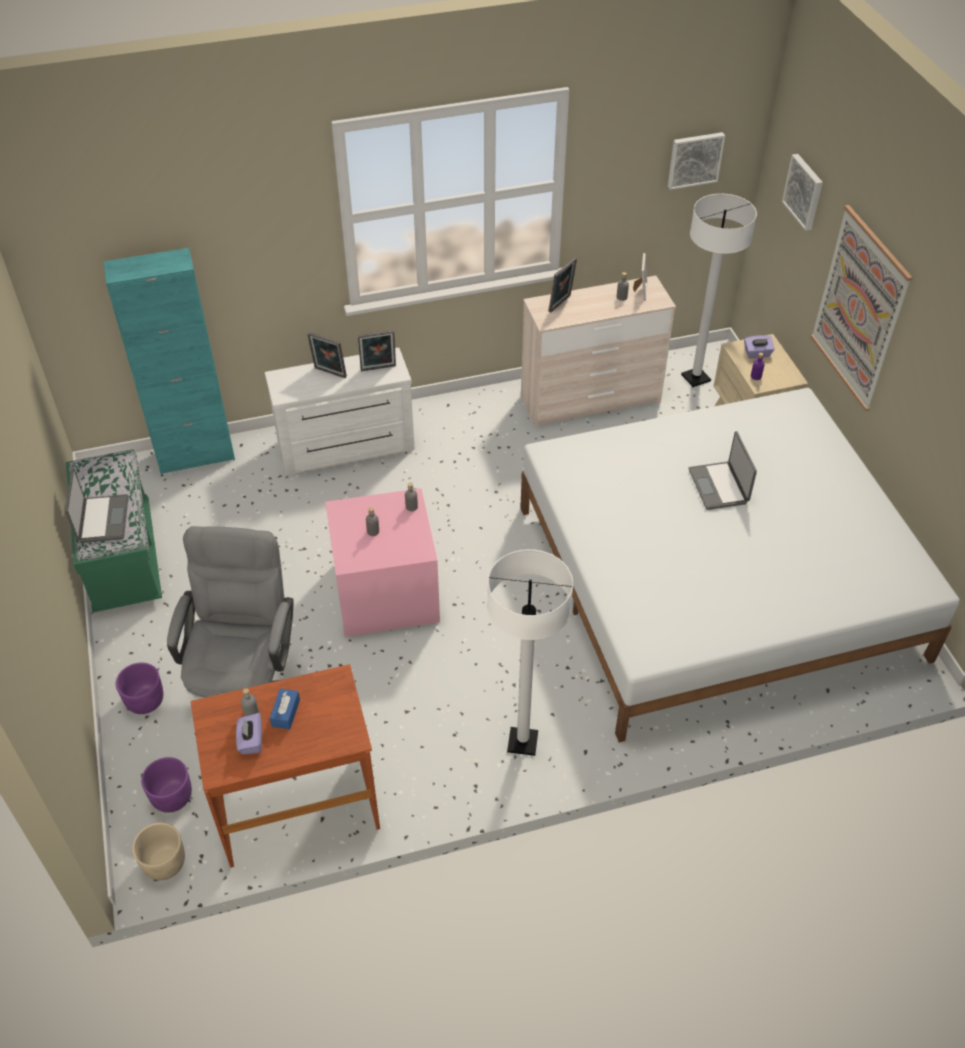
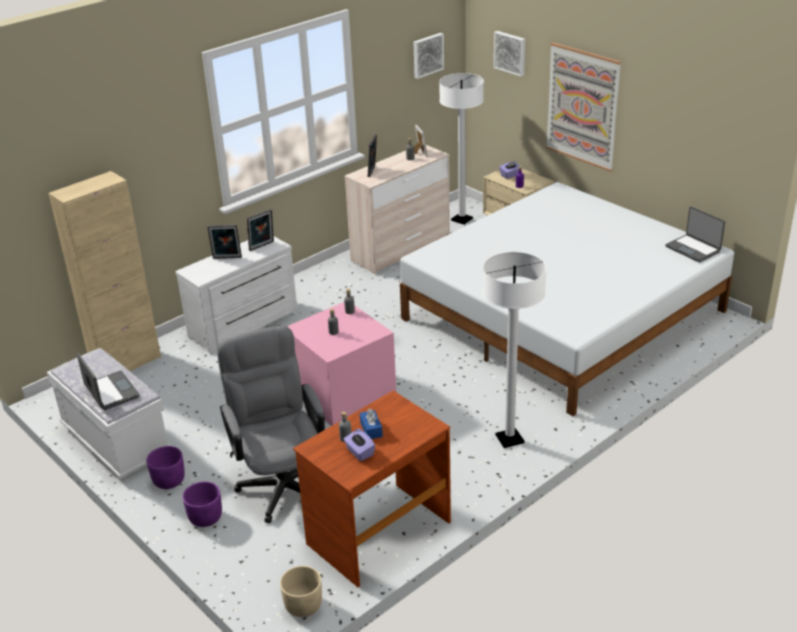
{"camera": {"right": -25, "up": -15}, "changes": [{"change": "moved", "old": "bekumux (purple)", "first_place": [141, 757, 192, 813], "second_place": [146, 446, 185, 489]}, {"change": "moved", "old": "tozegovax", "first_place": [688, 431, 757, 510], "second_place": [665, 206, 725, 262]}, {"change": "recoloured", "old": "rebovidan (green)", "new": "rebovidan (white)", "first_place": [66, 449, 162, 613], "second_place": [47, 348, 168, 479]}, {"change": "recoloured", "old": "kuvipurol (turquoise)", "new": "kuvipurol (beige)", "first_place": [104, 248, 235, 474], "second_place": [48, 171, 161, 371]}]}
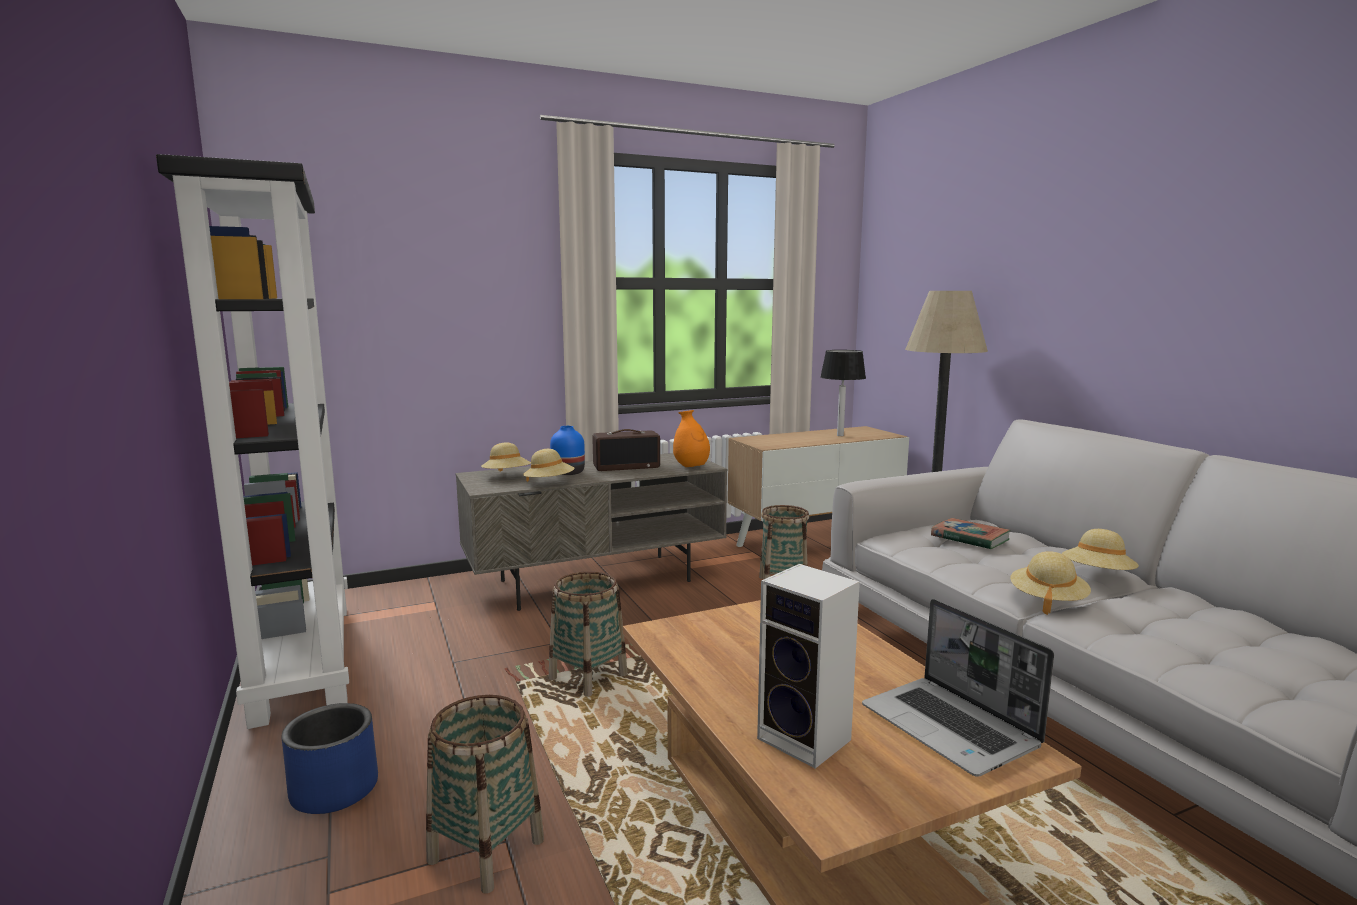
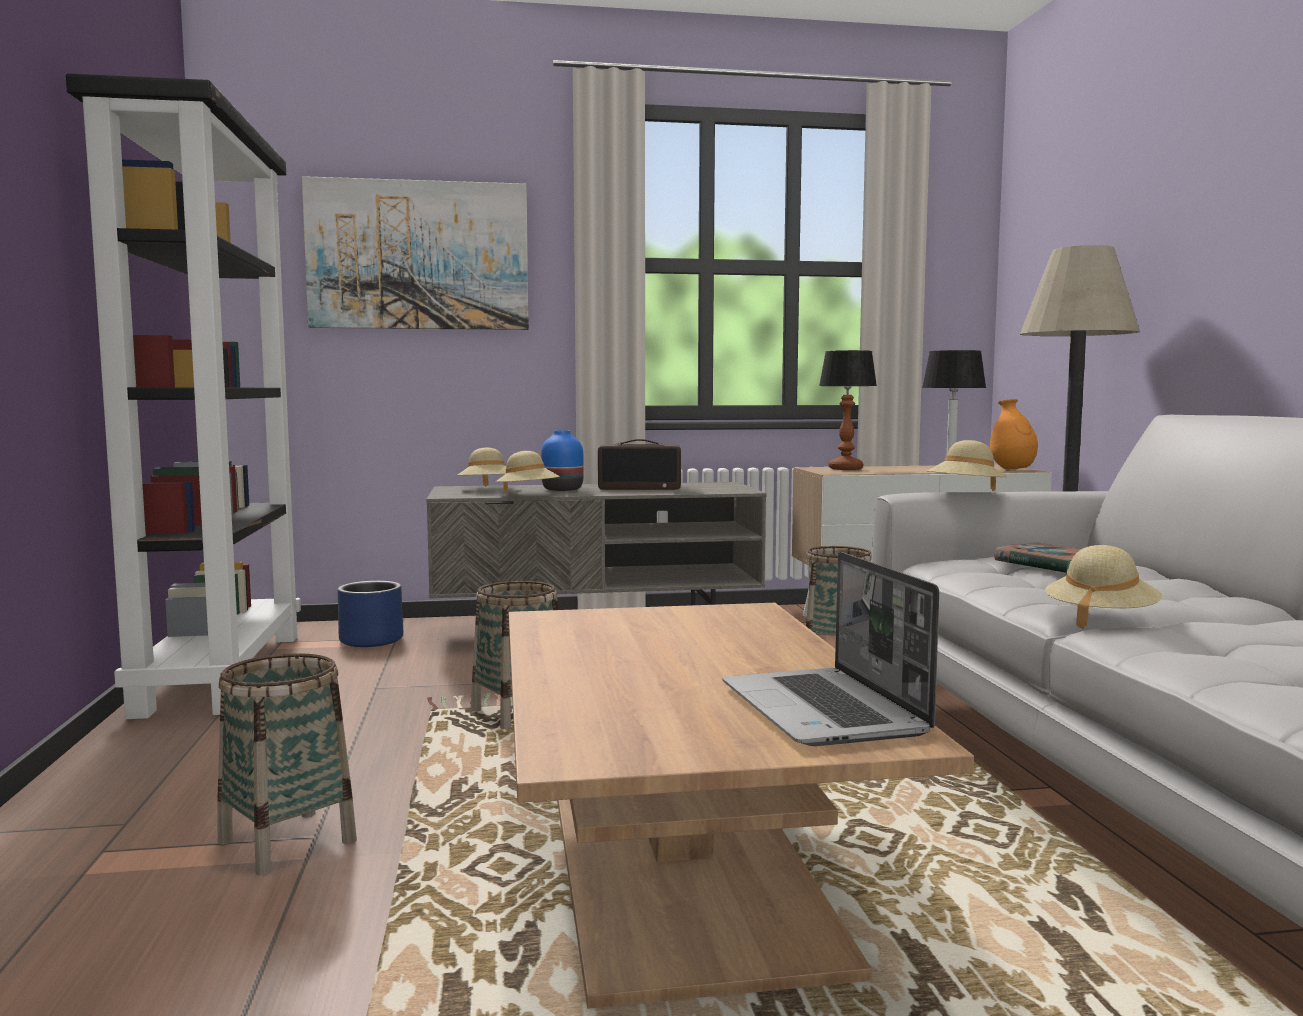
{"camera": {"right": 15, "up": -5}, "changes": [{"change": "removed", "old": "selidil", "first_place": [757, 564, 860, 769]}, {"change": "added", "new": "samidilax", "second_place": [302, 176, 529, 330]}, {"change": "added", "new": "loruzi", "second_place": [819, 350, 877, 470]}, {"change": "moved", "old": "bekumux (blue)", "first_place": [282, 703, 378, 814], "second_place": [337, 581, 403, 647]}, {"change": "moved", "old": "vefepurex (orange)", "first_place": [673, 410, 710, 467], "second_place": [990, 399, 1038, 470]}, {"change": "moved", "old": "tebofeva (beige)", "first_place": [1062, 529, 1139, 570], "second_place": [927, 440, 1007, 491]}]}
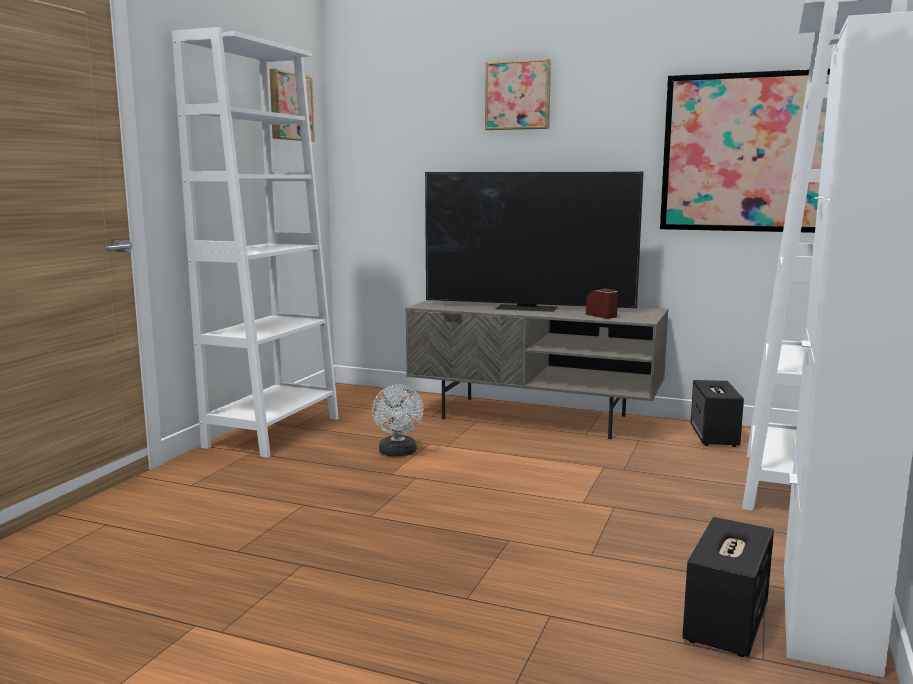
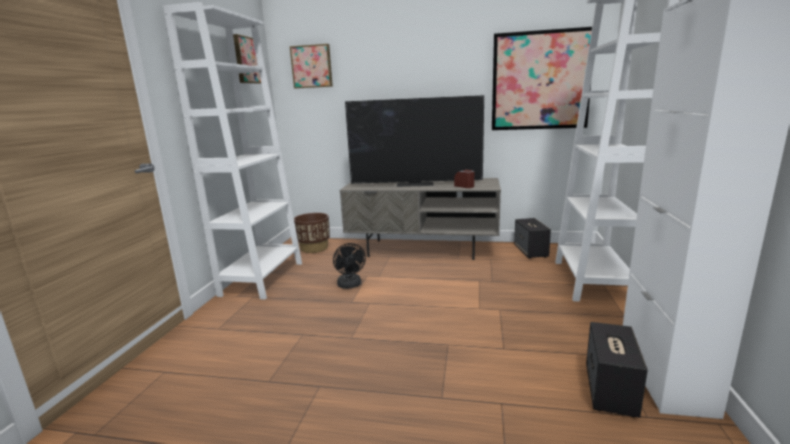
{"camera": {"right": -10, "up": 5}, "changes": [{"change": "added", "new": "bekumux (brown)", "second_place": [294, 213, 330, 253]}, {"change": "moved", "old": "samidilax", "first_place": [485, 59, 551, 130], "second_place": [290, 44, 333, 88]}, {"change": "recoloured", "old": "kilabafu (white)", "new": "kilabafu (black)", "first_place": [372, 384, 424, 456], "second_place": [333, 243, 366, 289]}]}
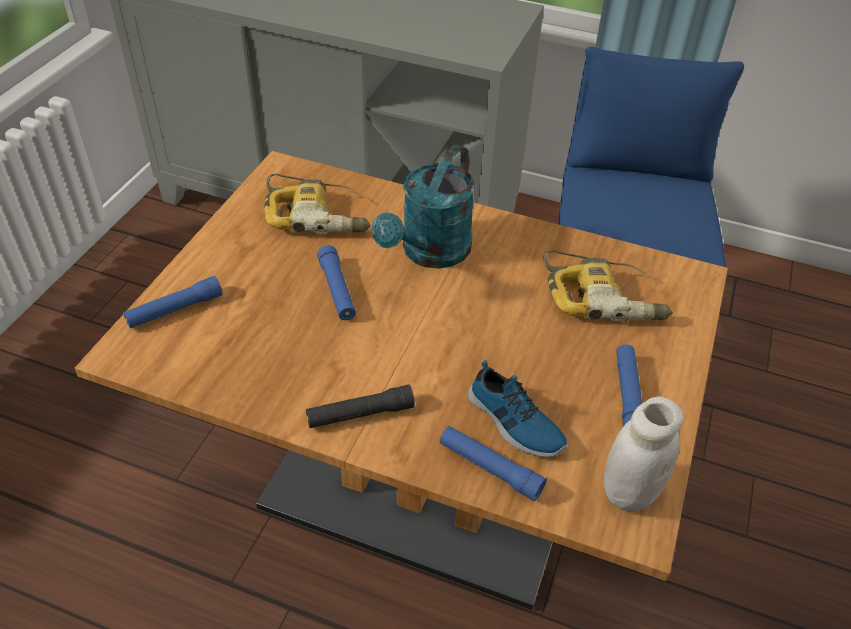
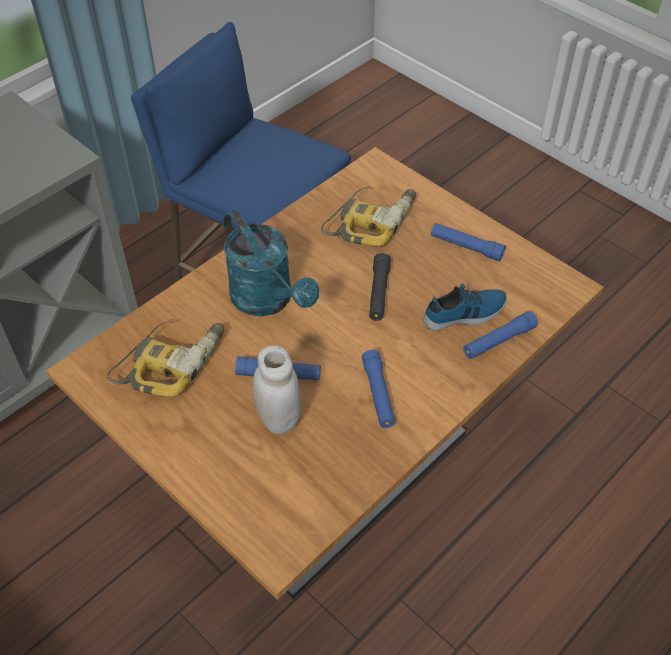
{"camera": {"right": -65, "up": 5}, "changes": [{"change": "moved", "old": "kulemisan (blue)", "first_place": [123, 276, 223, 328], "second_place": [362, 350, 395, 428]}, {"change": "moved", "old": "kulemisan (black)", "first_place": [306, 385, 415, 428], "second_place": [369, 253, 391, 321]}, {"change": "moved", "old": "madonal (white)", "first_place": [604, 397, 684, 511], "second_place": [253, 345, 302, 434]}]}
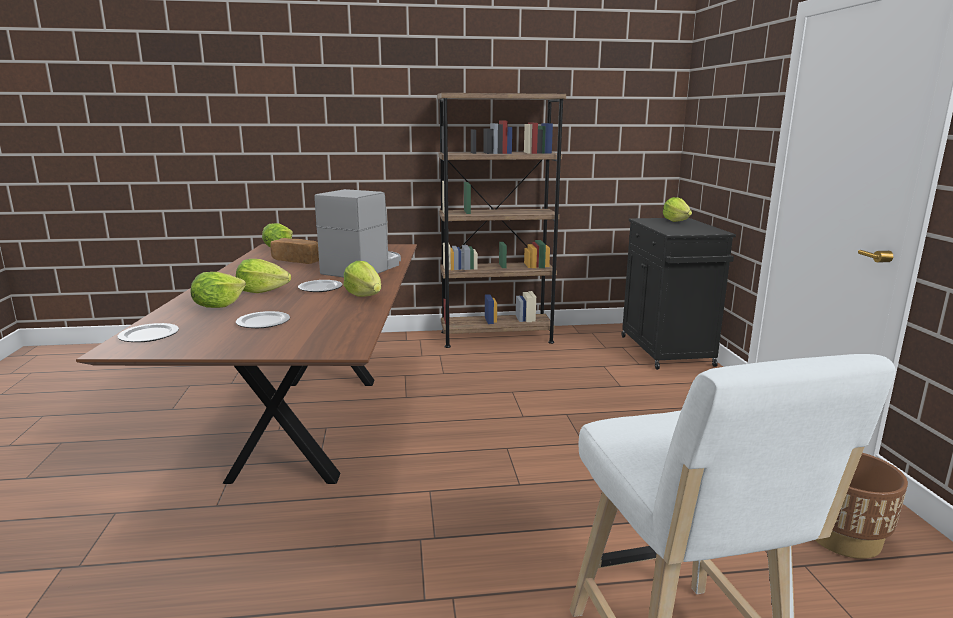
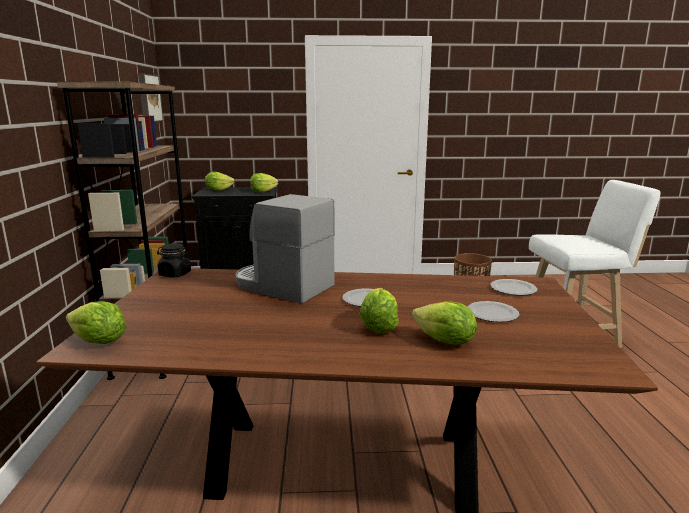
{"camera": {"right": -85, "up": 0}, "changes": [{"change": "removed", "old": "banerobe", "first_place": [270, 238, 319, 264]}, {"change": "added", "new": "samidilax", "second_place": [138, 74, 163, 122]}, {"change": "added", "new": "madonal (black)", "second_place": [157, 243, 191, 277]}, {"change": "moved", "old": "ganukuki", "first_place": [117, 323, 179, 342], "second_place": [490, 279, 537, 295]}, {"change": "moved", "old": "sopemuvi", "first_place": [343, 261, 381, 297], "second_place": [250, 173, 278, 192]}]}
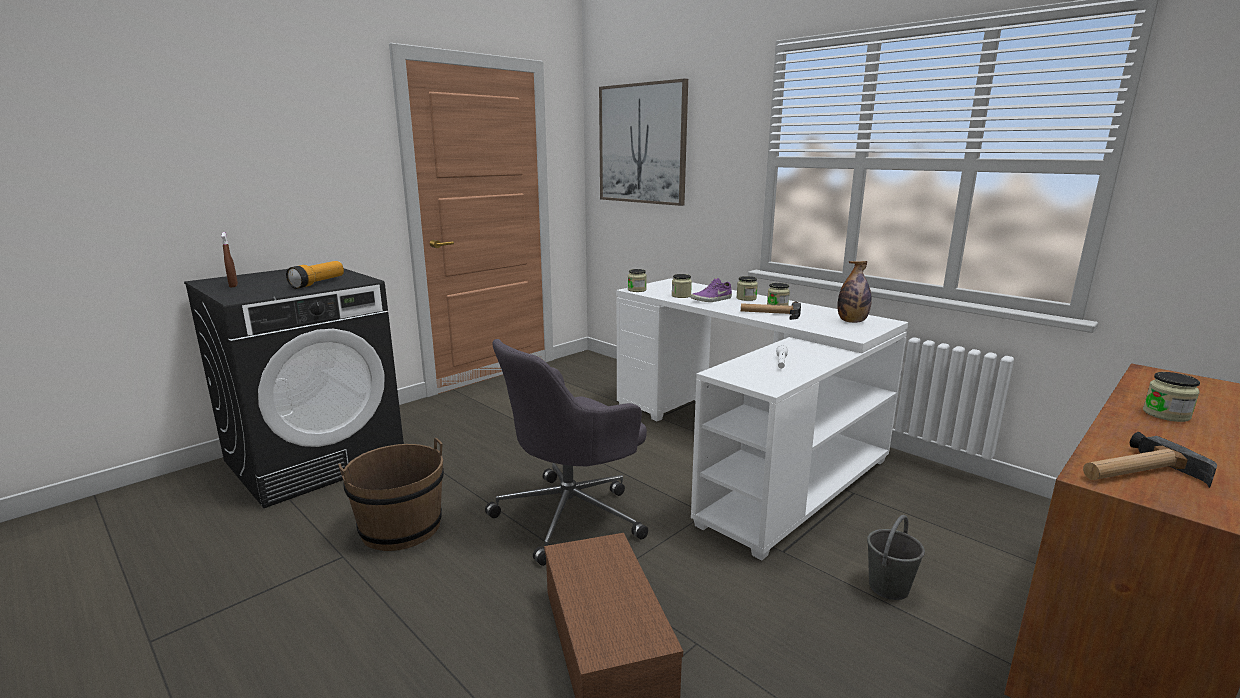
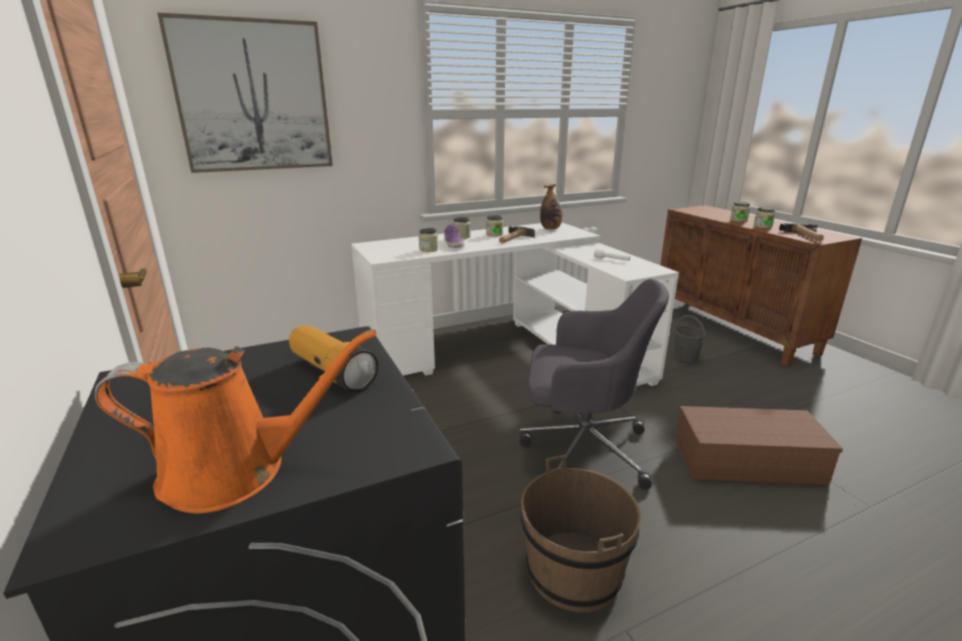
{"camera": {"right": -70, "up": 5}, "changes": [{"change": "moved", "old": "madonal", "first_place": [628, 269, 647, 292], "second_place": [754, 207, 775, 228]}, {"change": "replaced", "old": "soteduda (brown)", "new": "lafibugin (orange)", "first_place": [221, 232, 238, 287], "second_place": [95, 329, 377, 514]}, {"change": "turned", "old": "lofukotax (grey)", "first_place": [485, 339, 648, 566], "second_place": [519, 279, 669, 490], "degrees": -60}]}
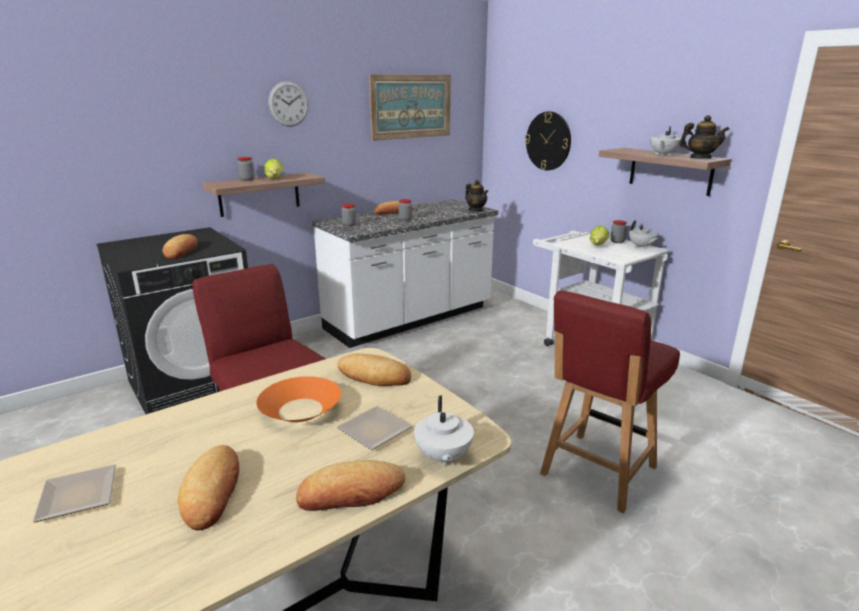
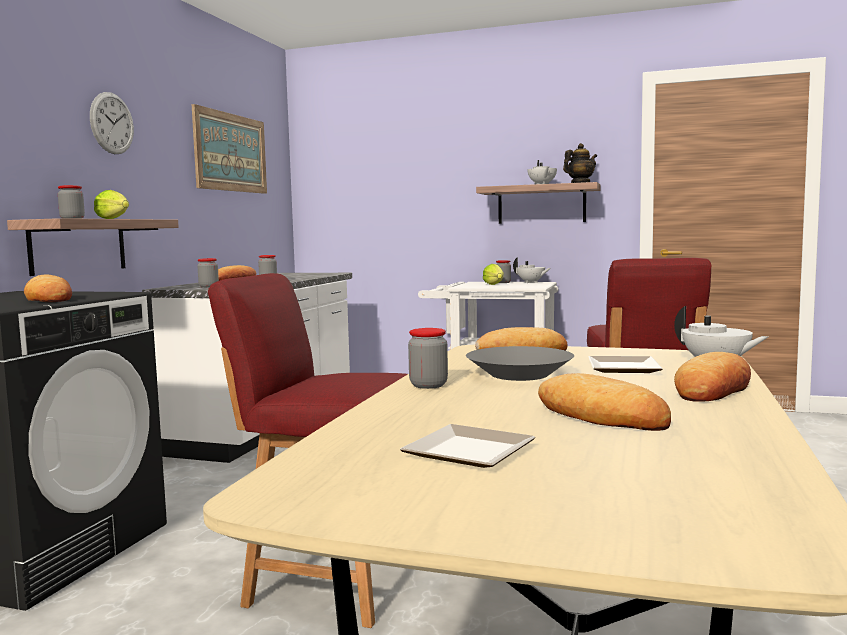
{"camera": {"right": -35, "up": -15}, "changes": [{"change": "removed", "old": "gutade", "first_place": [465, 180, 488, 212]}, {"change": "removed", "old": "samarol", "first_place": [525, 111, 571, 171]}, {"change": "added", "new": "madonal", "second_place": [408, 328, 448, 389]}, {"change": "recoloured", "old": "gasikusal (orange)", "new": "gasikusal (grey)", "first_place": [256, 376, 341, 422], "second_place": [466, 346, 574, 381]}]}
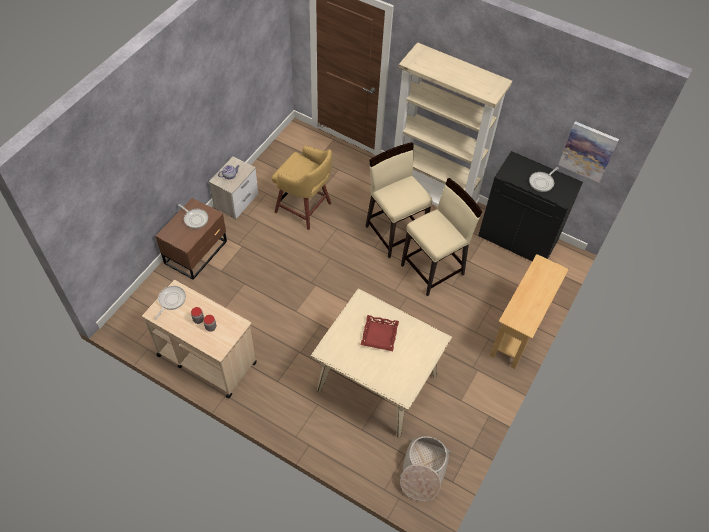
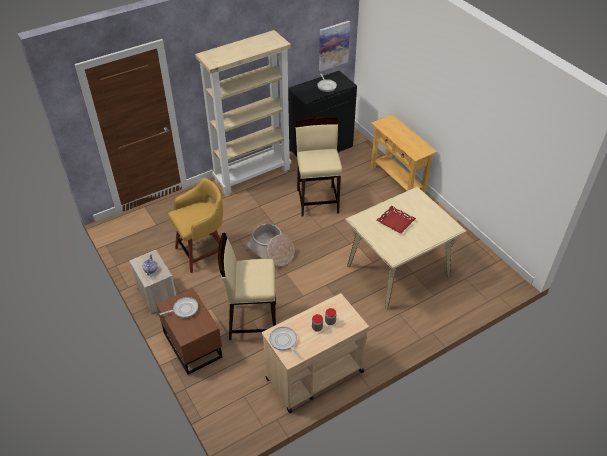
{"camera": {"right": -60, "up": -10}, "changes": [{"change": "moved", "old": "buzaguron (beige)", "first_place": [365, 142, 432, 258], "second_place": [218, 233, 276, 340]}, {"change": "moved", "old": "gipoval", "first_place": [400, 436, 450, 501], "second_place": [245, 224, 295, 266]}]}
